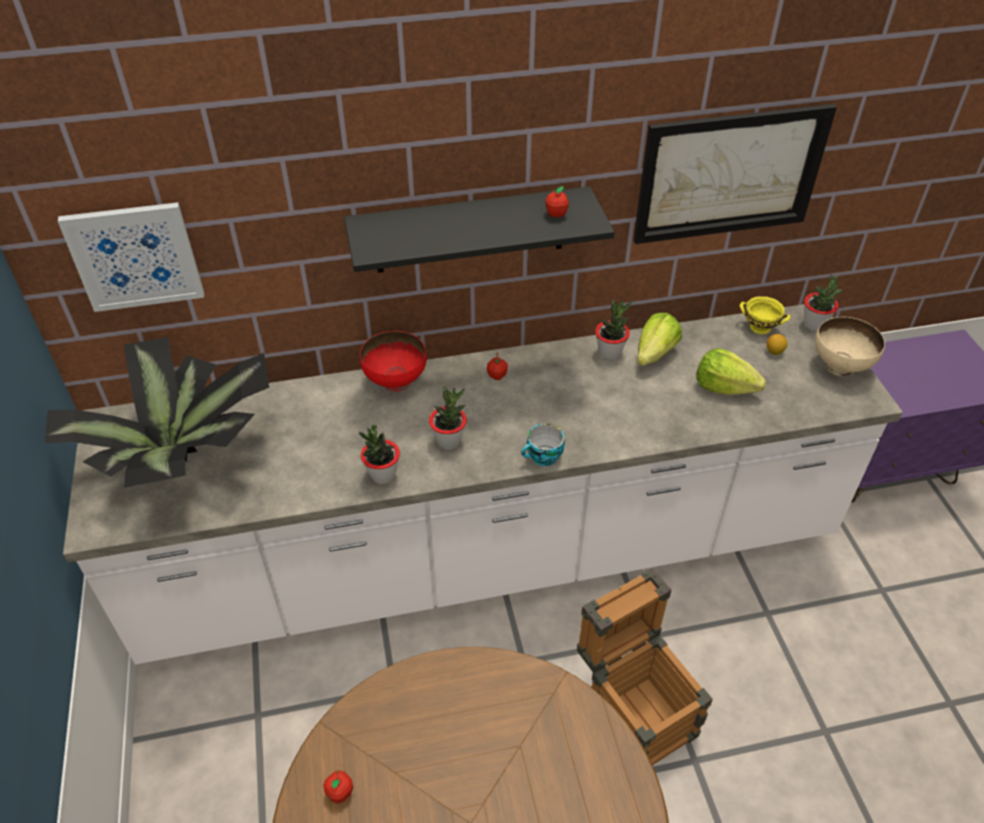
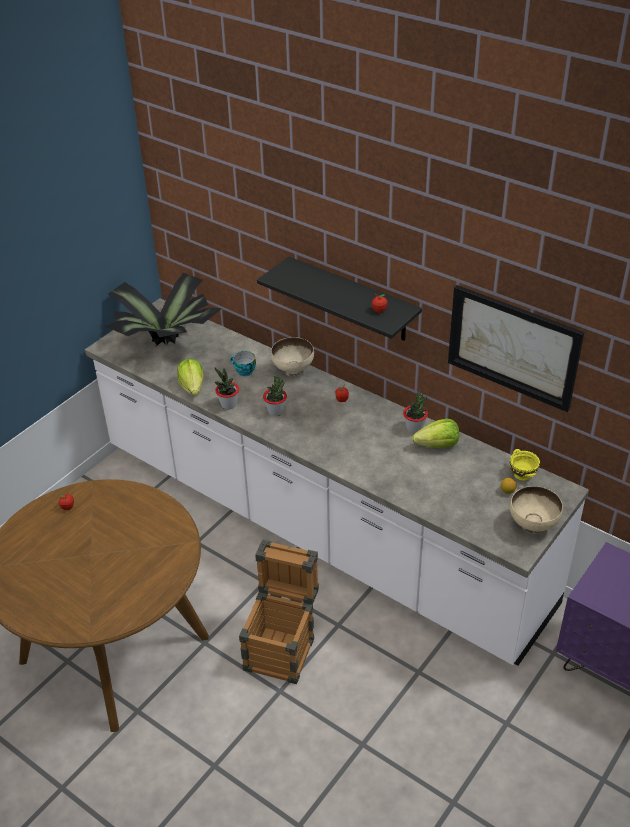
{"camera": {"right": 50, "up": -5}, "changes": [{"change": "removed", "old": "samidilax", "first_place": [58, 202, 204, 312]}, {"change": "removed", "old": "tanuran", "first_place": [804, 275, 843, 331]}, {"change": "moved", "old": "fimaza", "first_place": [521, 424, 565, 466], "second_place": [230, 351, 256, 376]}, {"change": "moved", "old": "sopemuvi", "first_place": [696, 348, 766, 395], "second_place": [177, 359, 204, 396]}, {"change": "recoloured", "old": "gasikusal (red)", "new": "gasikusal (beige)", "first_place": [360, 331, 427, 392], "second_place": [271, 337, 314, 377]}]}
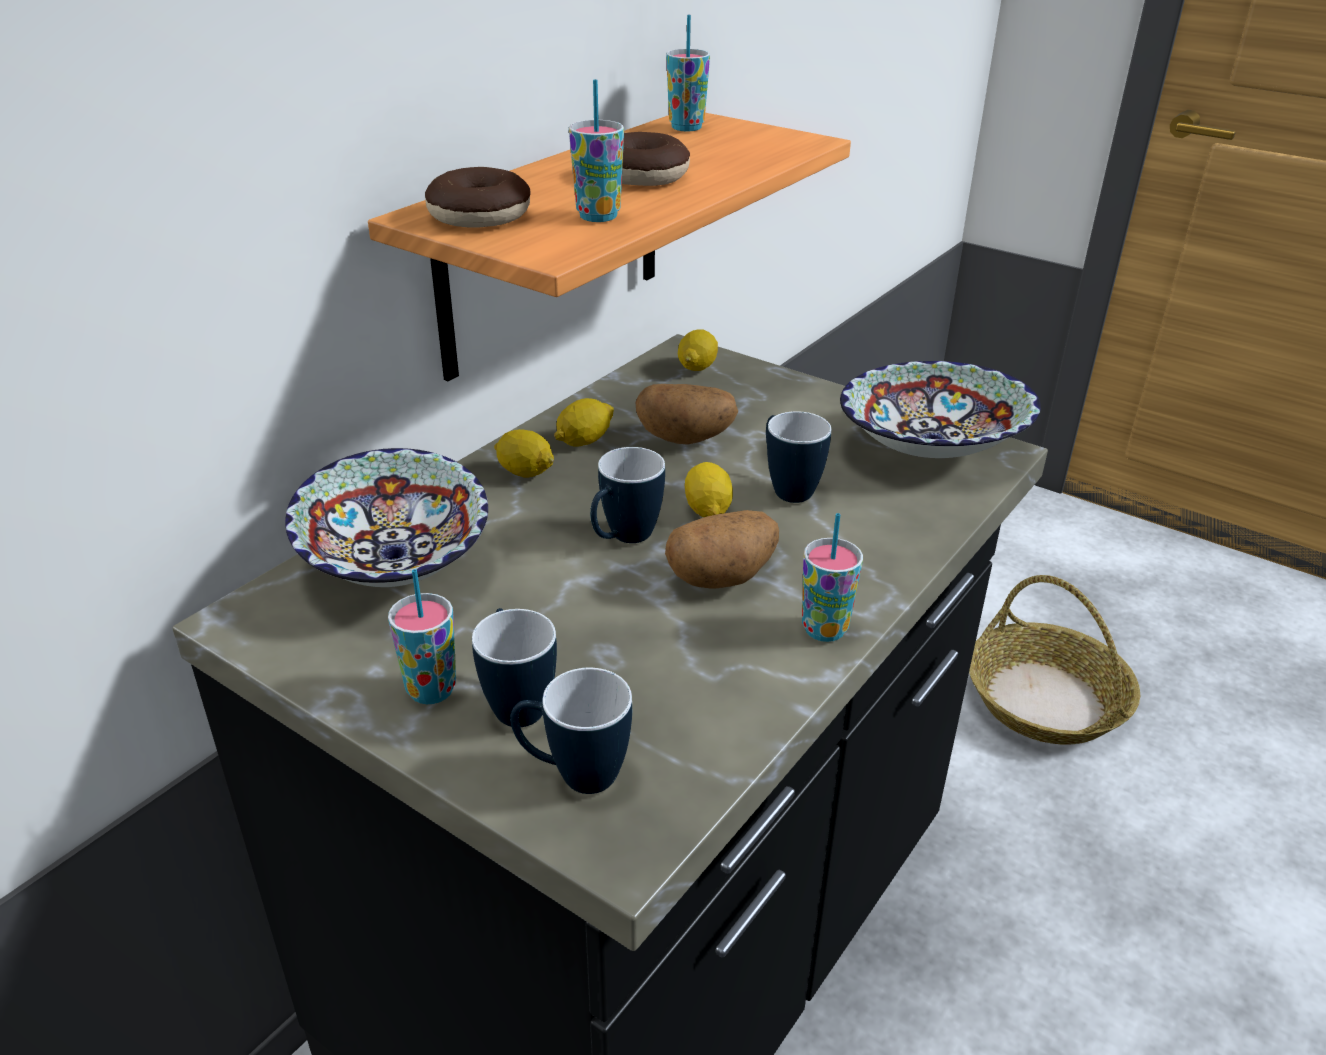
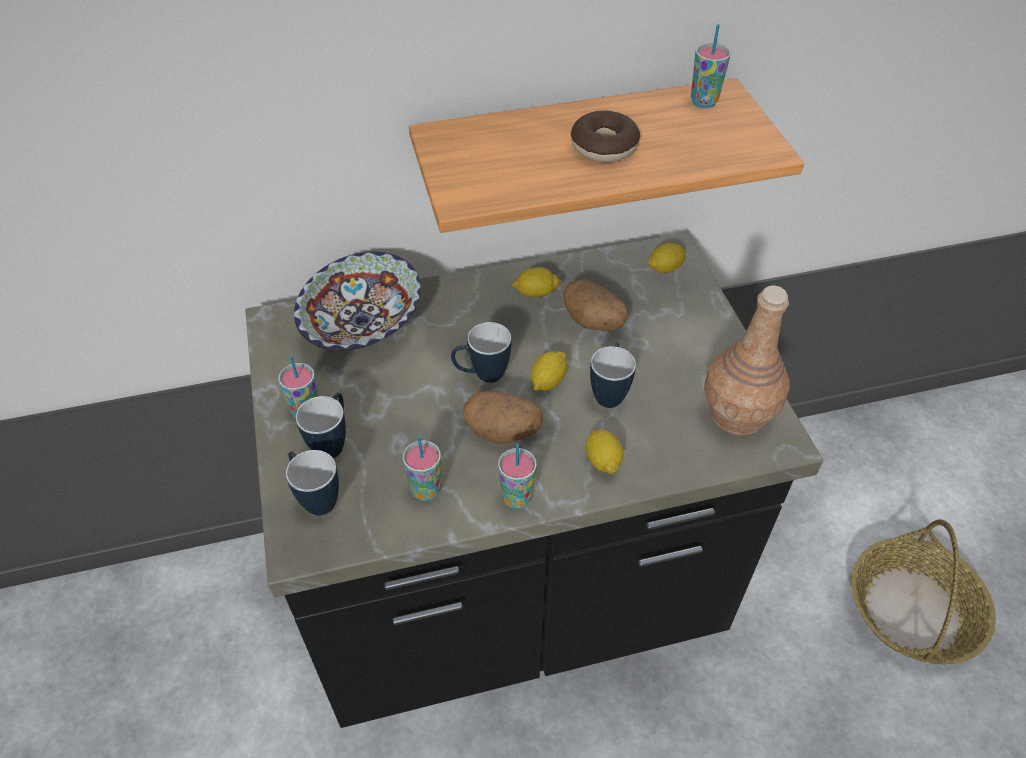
{"camera": {"right": 40, "up": 15}, "changes": [{"change": "removed", "old": "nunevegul", "first_place": [425, 167, 531, 227]}, {"change": "moved", "old": "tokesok", "first_place": [494, 429, 554, 477], "second_place": [586, 430, 623, 474]}, {"change": "moved", "old": "fimaza", "first_place": [569, 79, 624, 222], "second_place": [403, 436, 441, 501]}, {"change": "replaced", "old": "gasikusal", "new": "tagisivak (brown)", "first_place": [840, 361, 1041, 458], "second_place": [704, 285, 790, 436]}]}
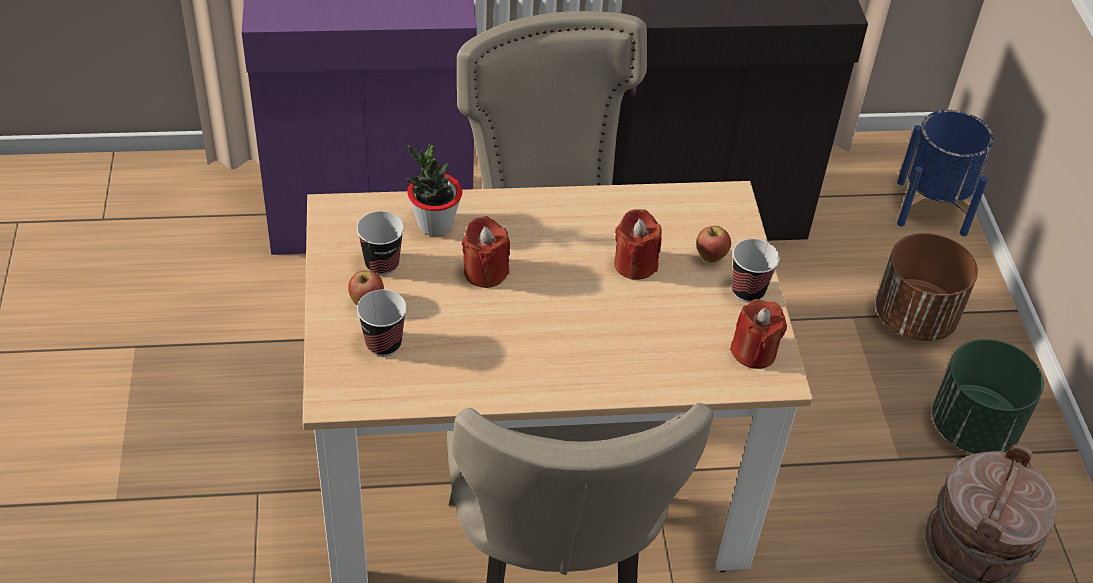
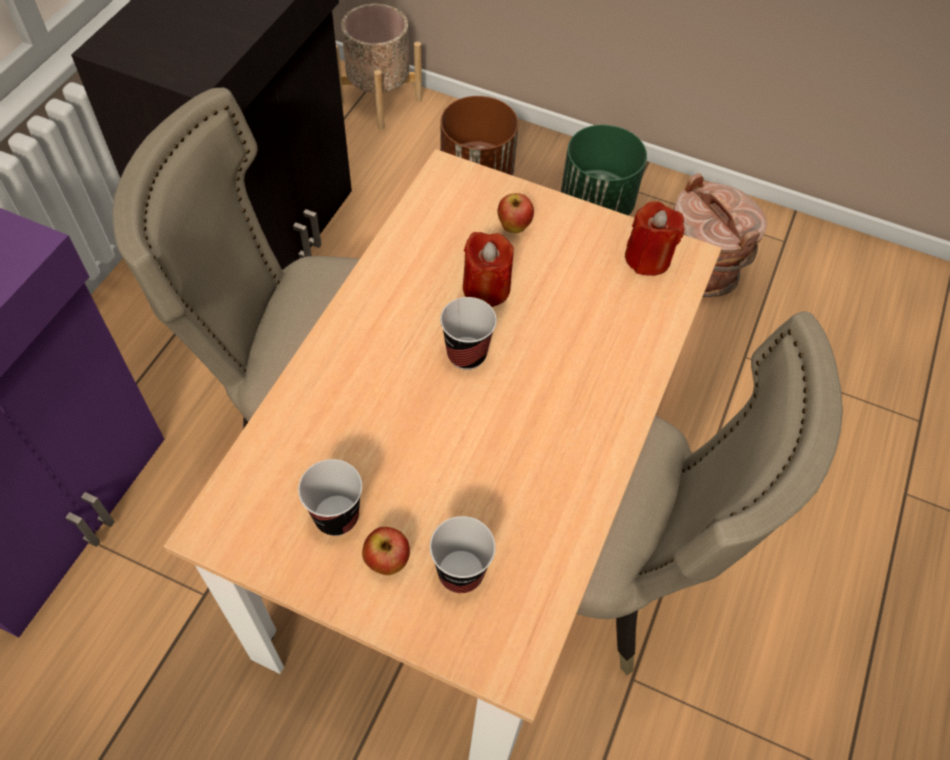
{"camera": {"right": -60, "up": 10}, "changes": [{"change": "removed", "old": "tanuran", "first_place": [406, 144, 462, 236]}, {"change": "removed", "old": "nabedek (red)", "first_place": [462, 216, 510, 288]}, {"change": "moved", "old": "fimaza", "first_place": [732, 239, 780, 303], "second_place": [440, 297, 497, 370]}, {"change": "recoloured", "old": "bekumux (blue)", "new": "bekumux (beige)", "first_place": [897, 110, 994, 236], "second_place": [336, 4, 422, 130]}]}
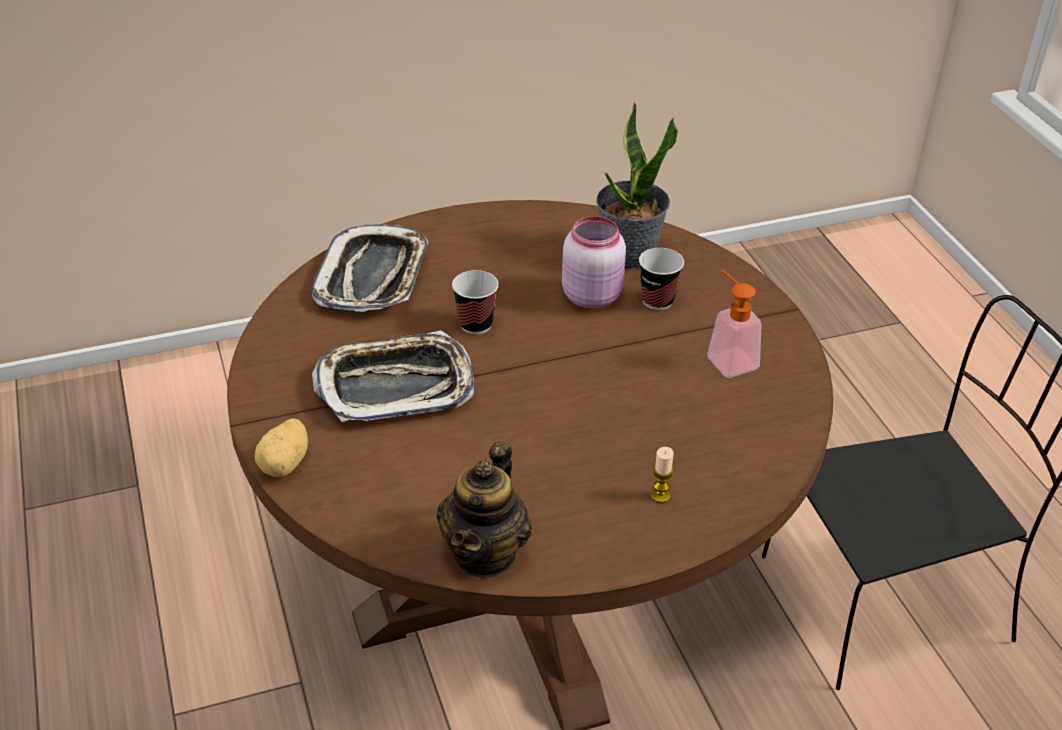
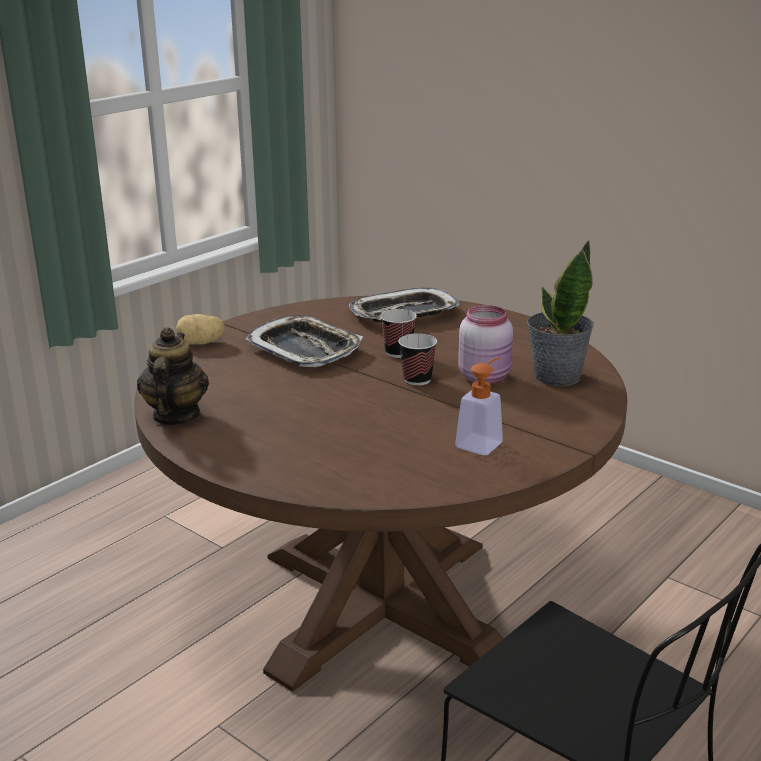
{"camera": {"right": 60, "up": -15}, "changes": [{"change": "removed", "old": "nabedek", "first_place": [650, 447, 674, 503]}, {"change": "moved", "old": "fimaza", "first_place": [639, 248, 684, 310], "second_place": [398, 333, 437, 386]}, {"change": "turned", "old": "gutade", "first_place": [436, 441, 532, 578], "second_place": [137, 327, 209, 426], "degrees": 105}]}
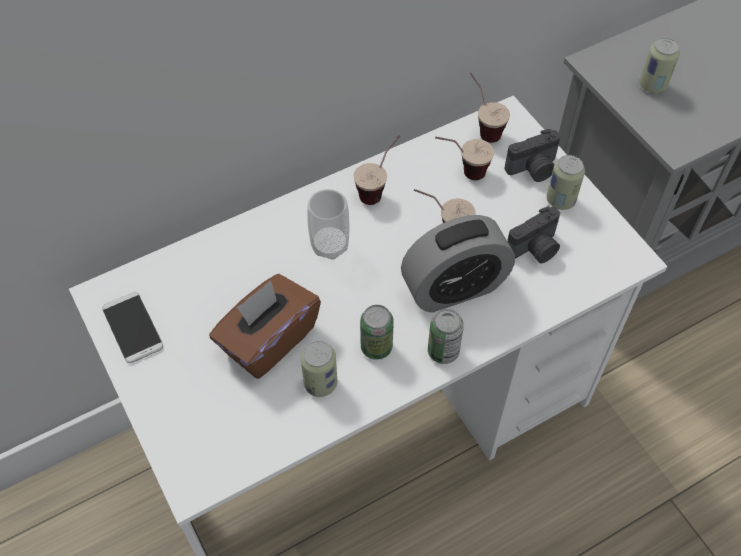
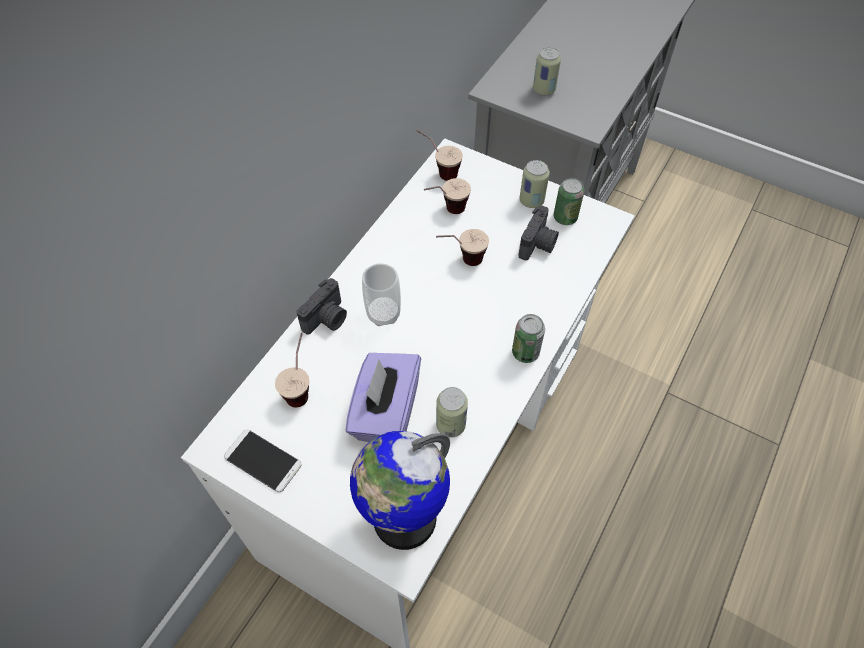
{"camera": {"right": -30, "up": 0}, "changes": [{"change": "removed", "old": "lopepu", "first_place": [401, 215, 515, 312]}, {"change": "added", "new": "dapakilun", "second_place": [350, 431, 450, 550]}, {"change": "moved", "old": "fimaza", "first_place": [354, 135, 400, 205], "second_place": [275, 332, 309, 407]}, {"change": "moved", "old": "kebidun", "first_place": [360, 305, 394, 360], "second_place": [554, 178, 584, 225]}, {"change": "moved", "old": "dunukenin", "first_place": [504, 129, 561, 182], "second_place": [297, 278, 347, 335]}, {"change": "recoloured", "old": "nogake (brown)", "new": "nogake (purple)", "first_place": [209, 274, 321, 379], "second_place": [346, 353, 421, 442]}]}
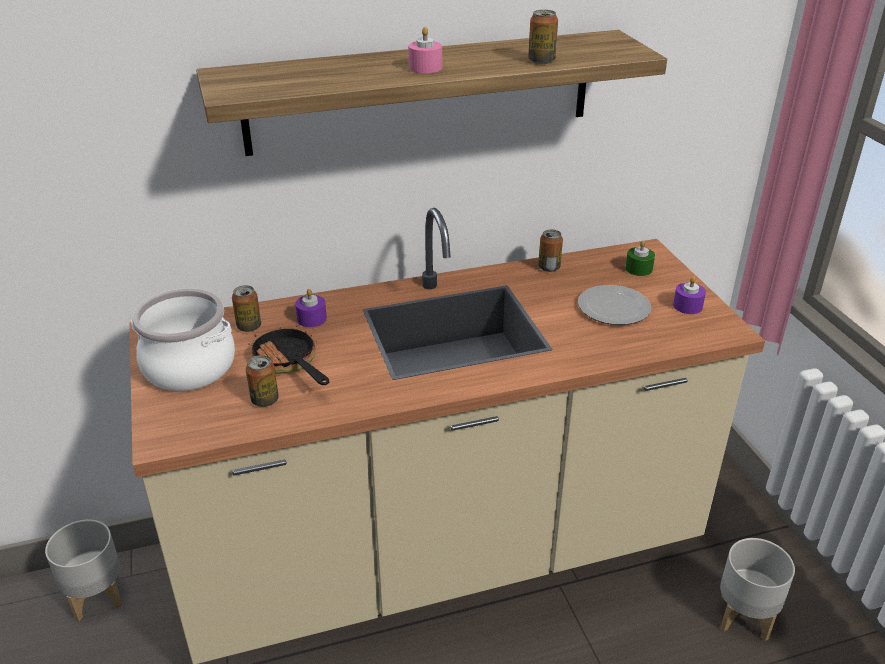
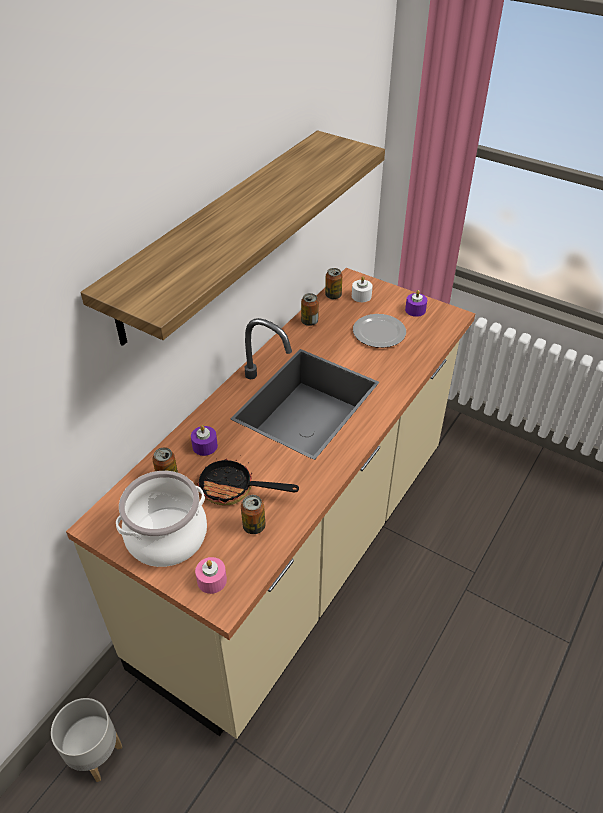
{"camera": {"right": -40, "up": 10}, "changes": [{"change": "removed", "old": "bekumux (grey)", "first_place": [720, 538, 795, 641]}, {"change": "moved", "old": "nabedek (pink)", "first_place": [408, 27, 442, 73], "second_place": [195, 557, 227, 594]}, {"change": "moved", "old": "kebidun", "first_place": [528, 10, 558, 64], "second_place": [325, 268, 342, 299]}, {"change": "recoloured", "old": "nabedek (green)", "new": "nabedek (white)", "first_place": [625, 241, 655, 276], "second_place": [352, 276, 372, 302]}]}
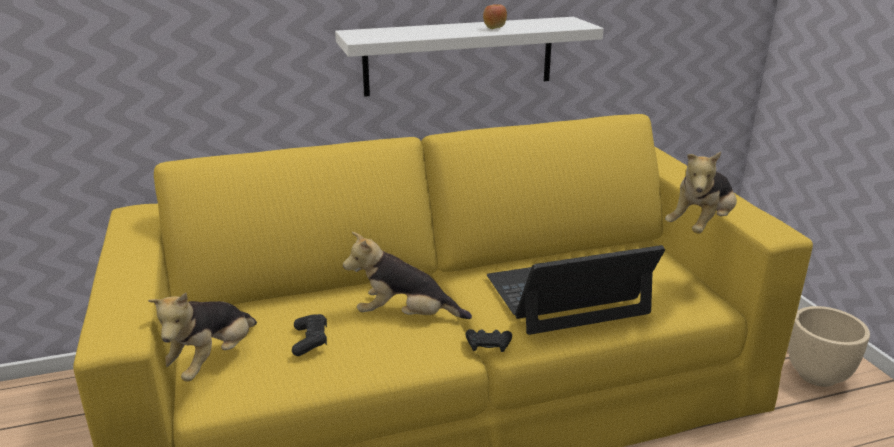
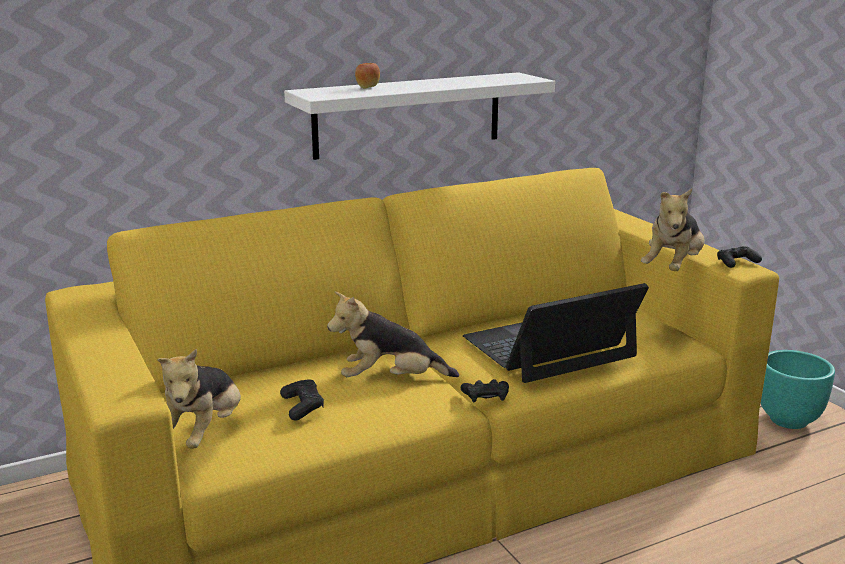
{"camera": {"right": -10, "up": -5}, "changes": [{"change": "added", "new": "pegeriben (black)", "second_place": [717, 246, 762, 268]}, {"change": "moved", "old": "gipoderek", "first_place": [483, 4, 507, 29], "second_place": [355, 63, 380, 89]}, {"change": "recoloured", "old": "bekumux (beige)", "new": "bekumux (turquoise)", "first_place": [788, 306, 870, 387], "second_place": [761, 350, 835, 429]}]}
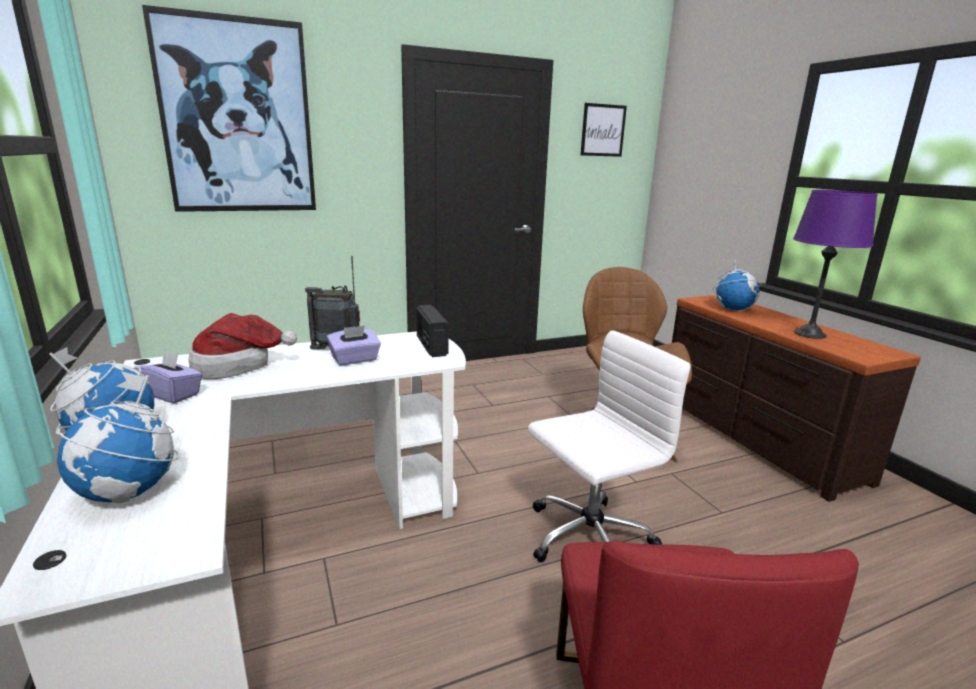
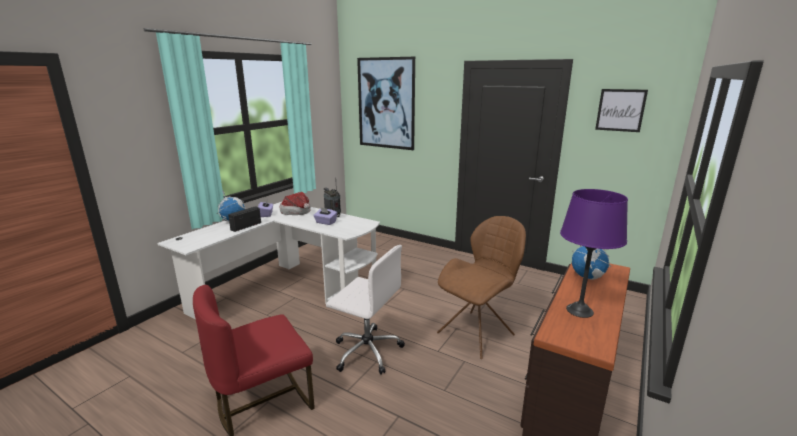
{"camera": {"right": 55, "up": 0}, "changes": [{"change": "removed", "old": "dapakilun", "first_place": [57, 371, 180, 503]}, {"change": "moved", "old": "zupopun", "first_place": [416, 305, 449, 357], "second_place": [228, 206, 261, 232]}]}
